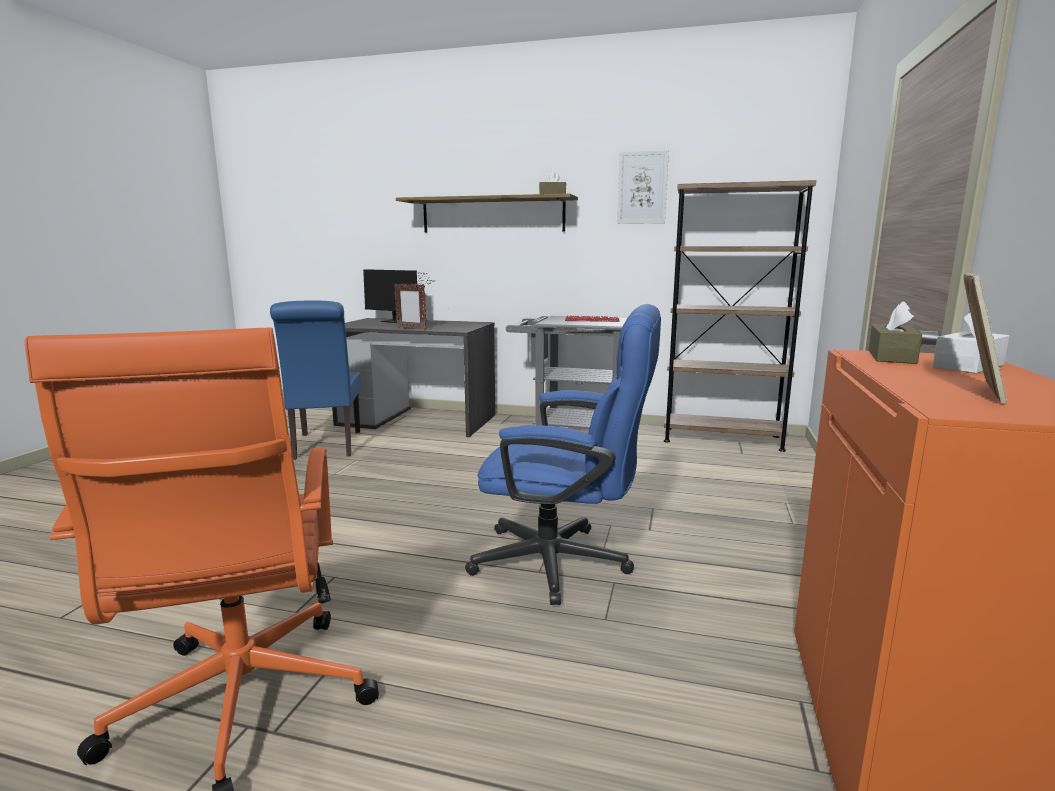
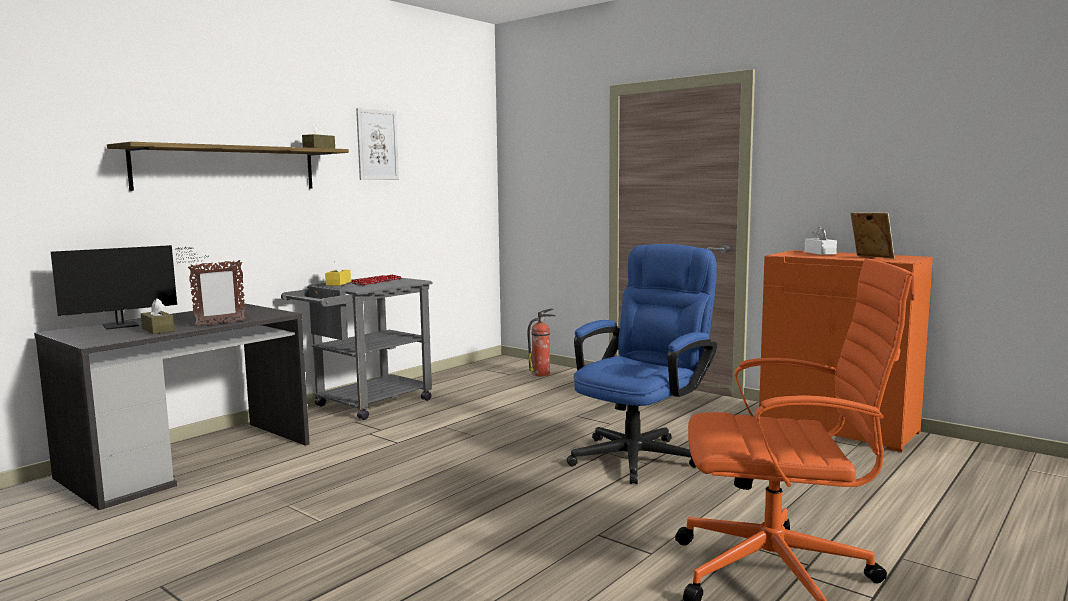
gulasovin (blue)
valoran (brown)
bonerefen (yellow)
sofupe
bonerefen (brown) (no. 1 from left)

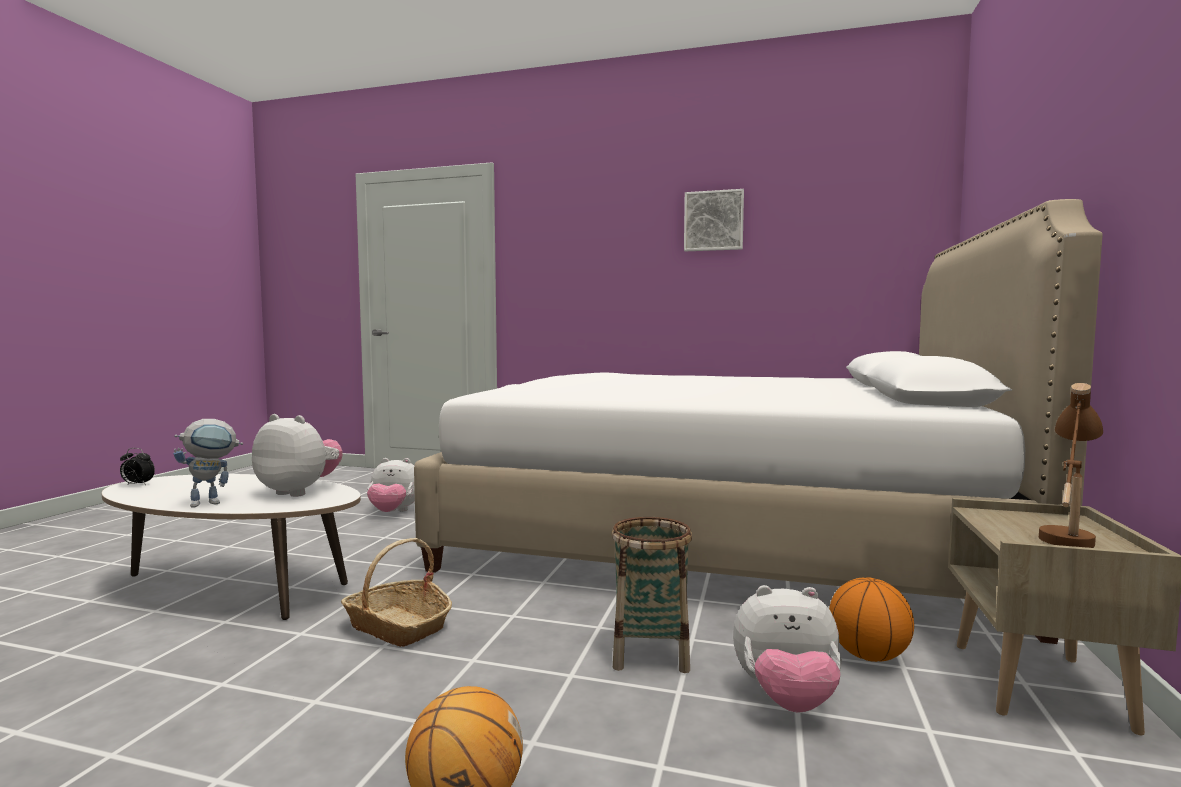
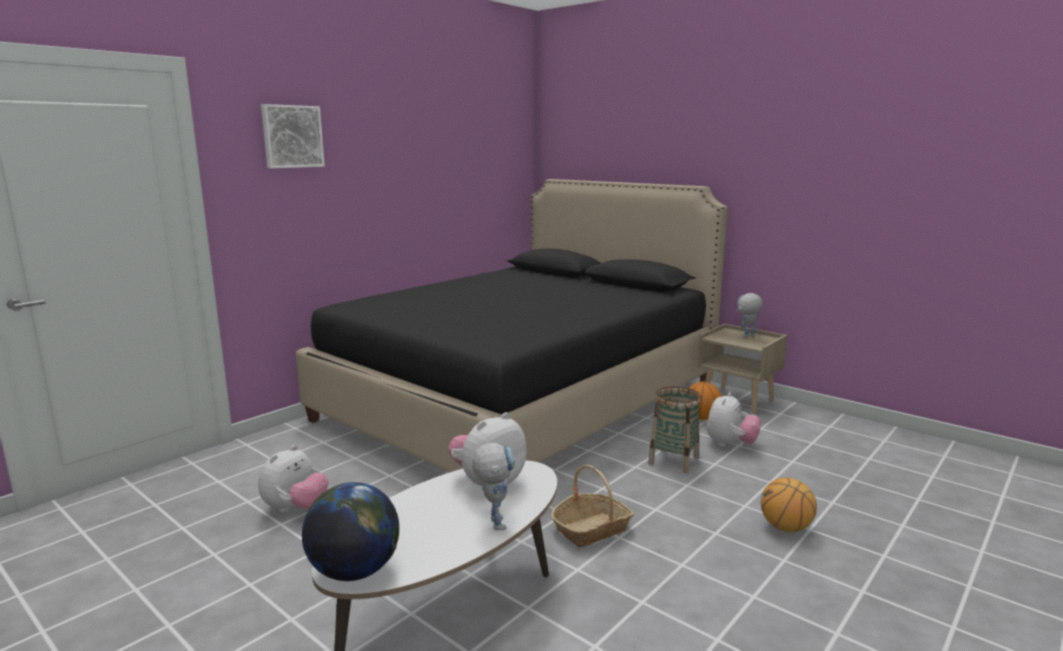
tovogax
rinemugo
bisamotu (no. 2 from left)
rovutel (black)

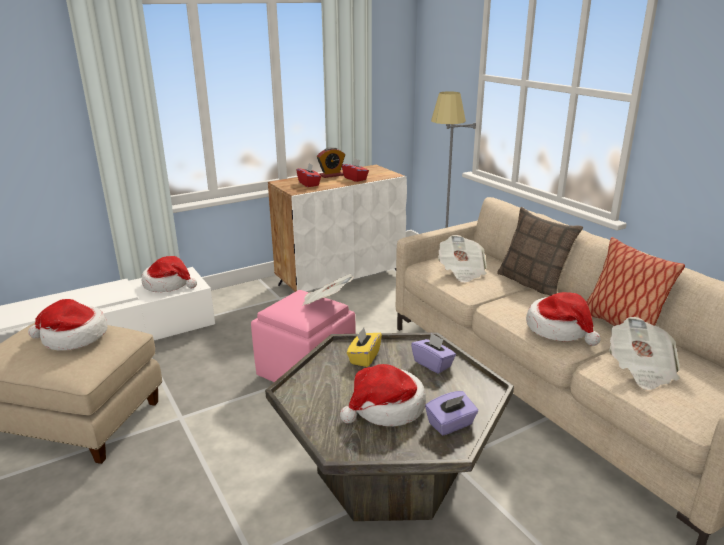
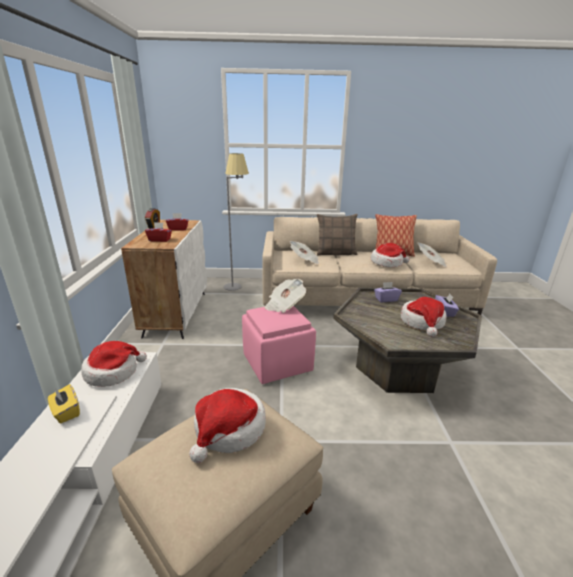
bonerefen (yellow)

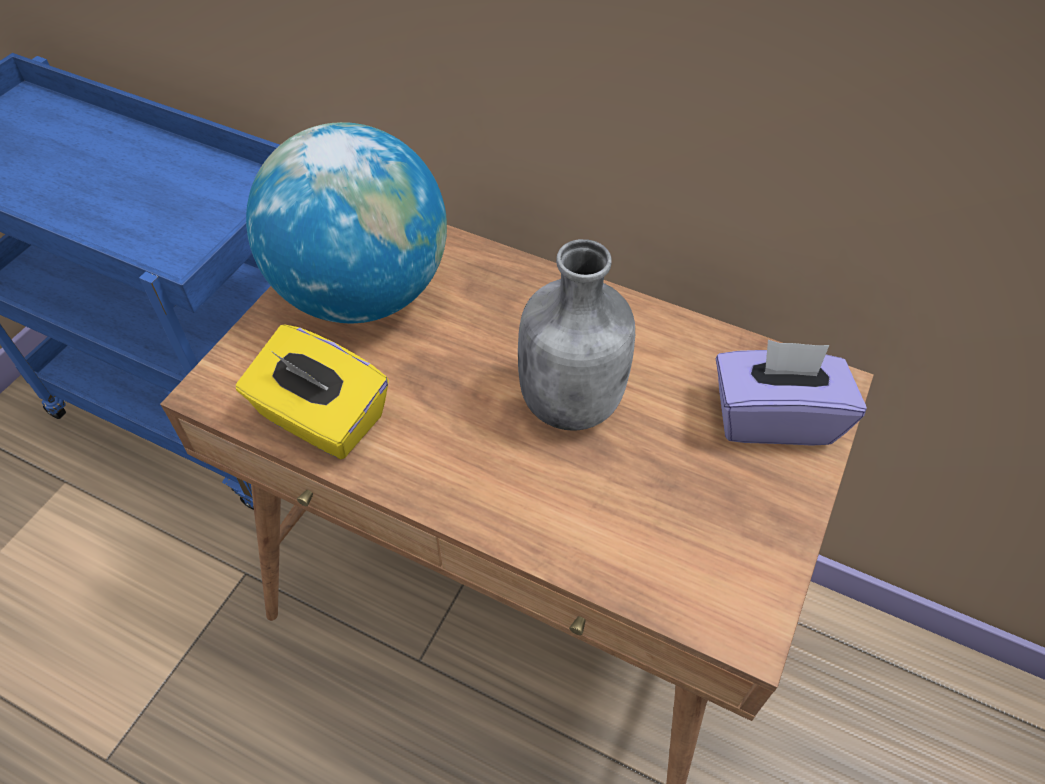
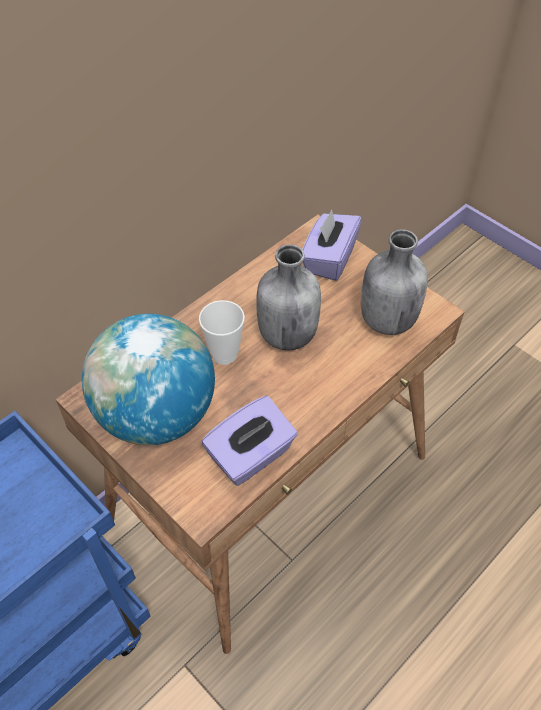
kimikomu
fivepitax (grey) (no. 2 from left)
bonerefen (purple) (no. 1 from left)

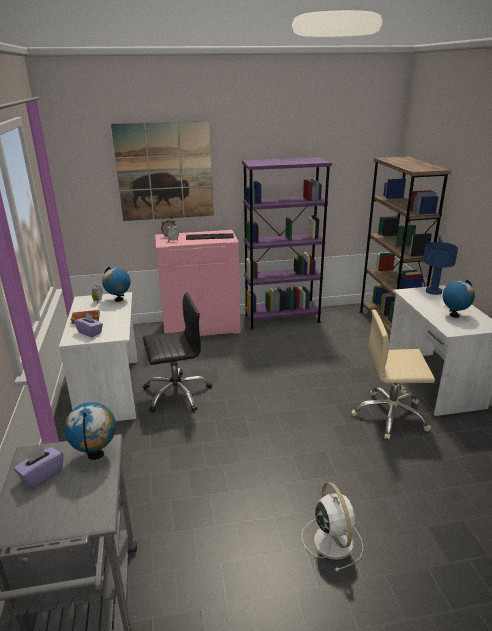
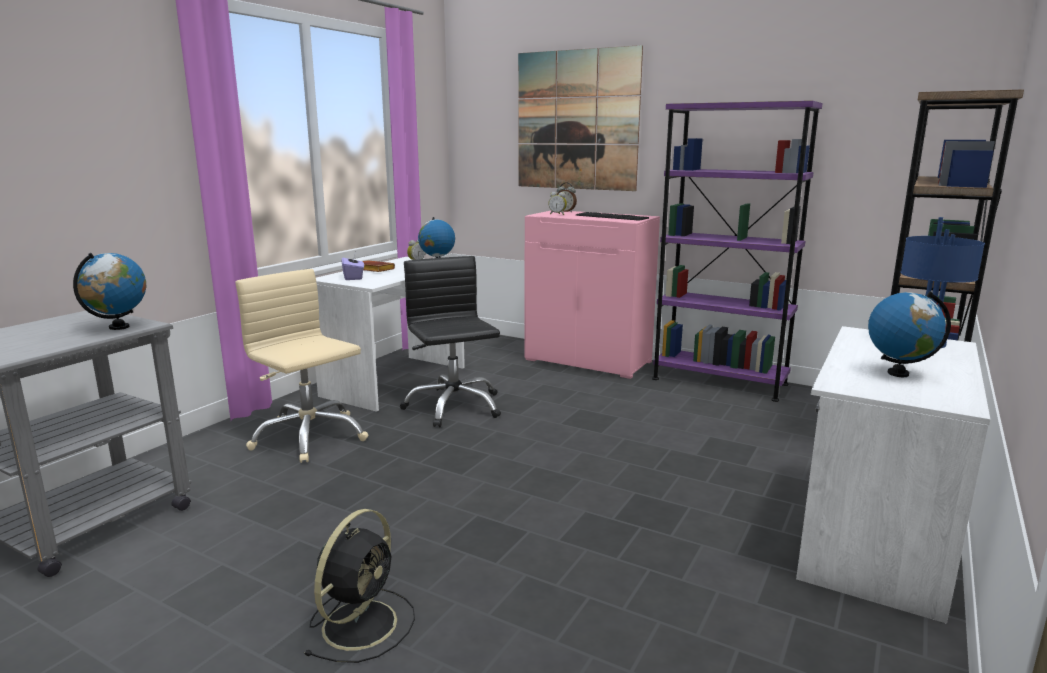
bonerefen (purple) (no. 1 from left in the first image)
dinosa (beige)
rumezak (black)
dinosa (black)

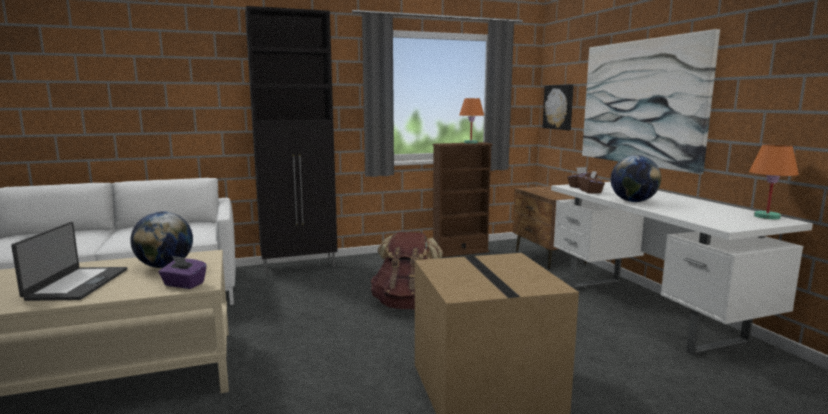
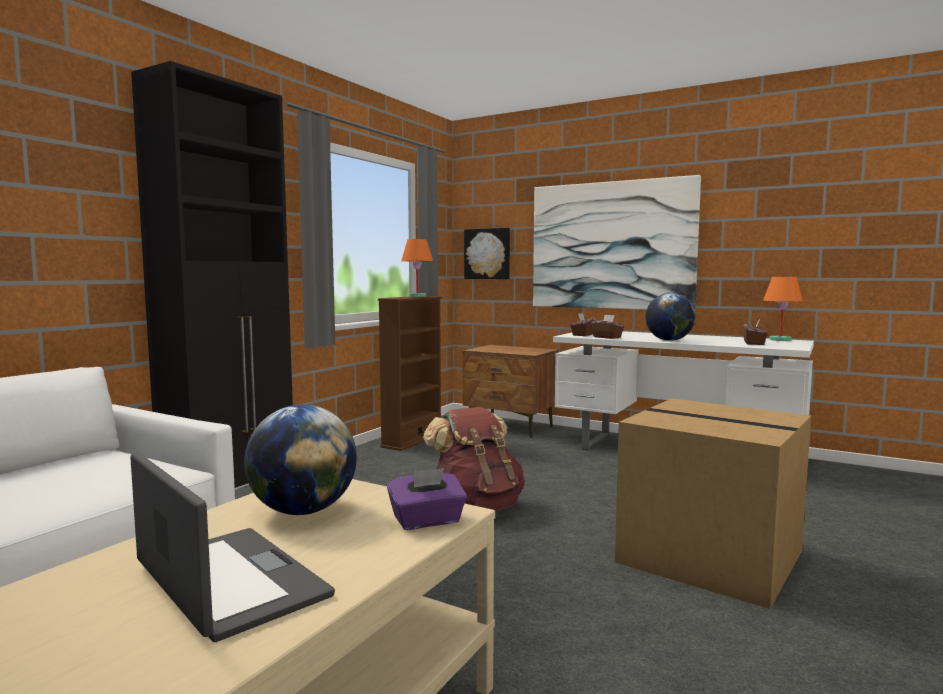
bonerefen (brown) (no. 3 from left)

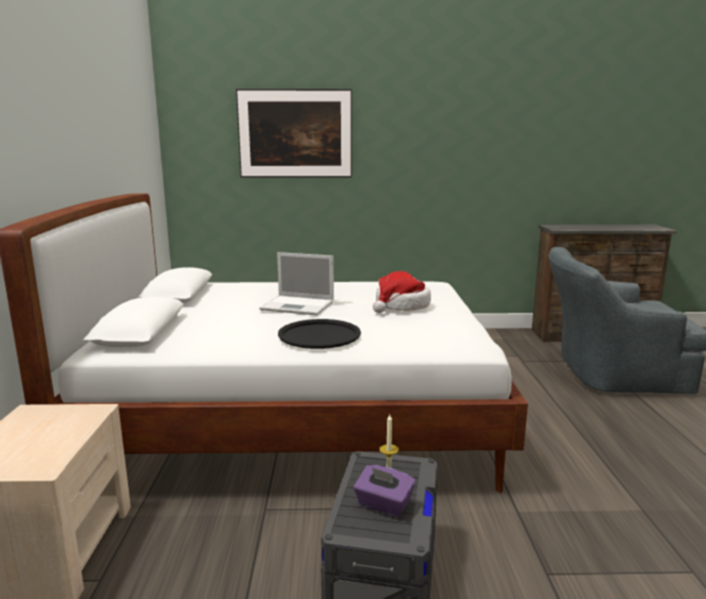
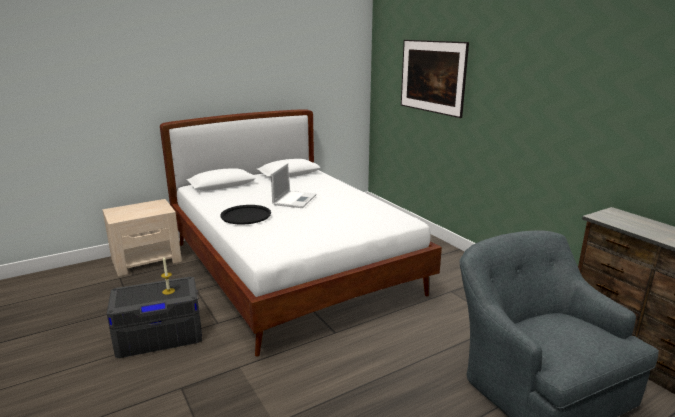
bonerefen (purple)
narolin
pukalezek

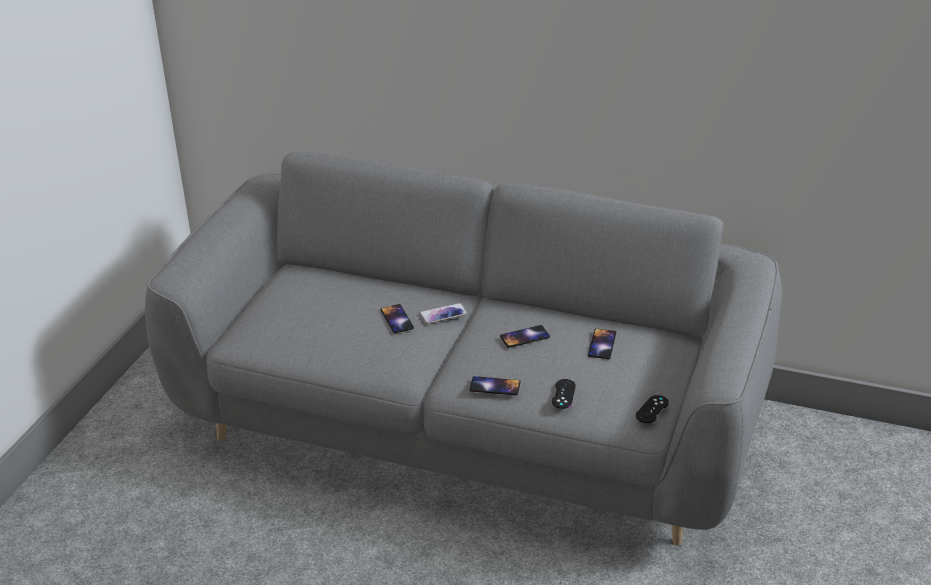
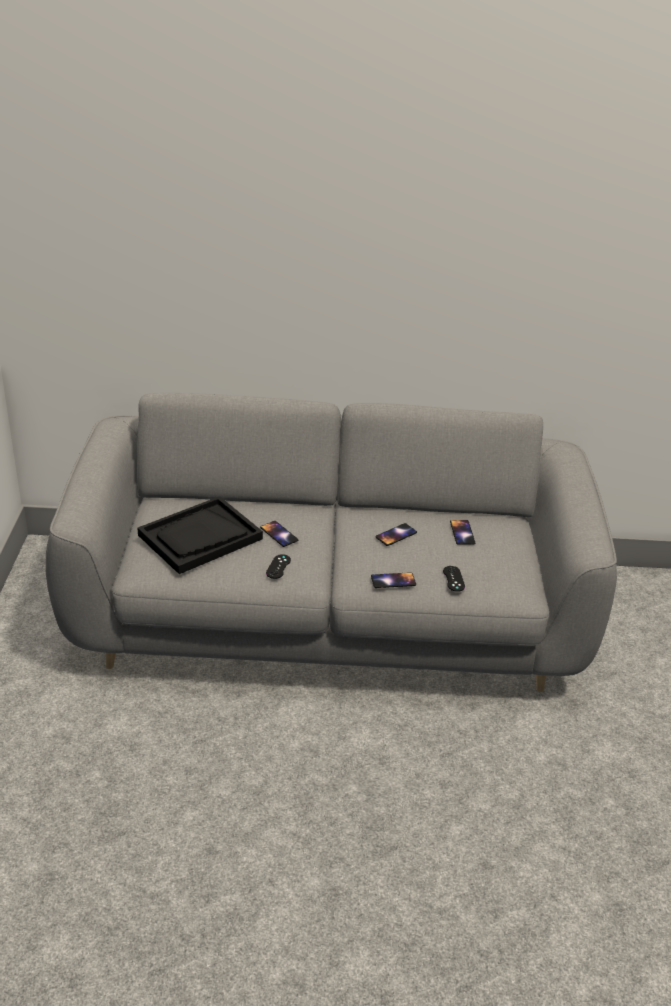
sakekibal (no. 2 from left in the first image)
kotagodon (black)
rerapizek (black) (no. 1 from left)

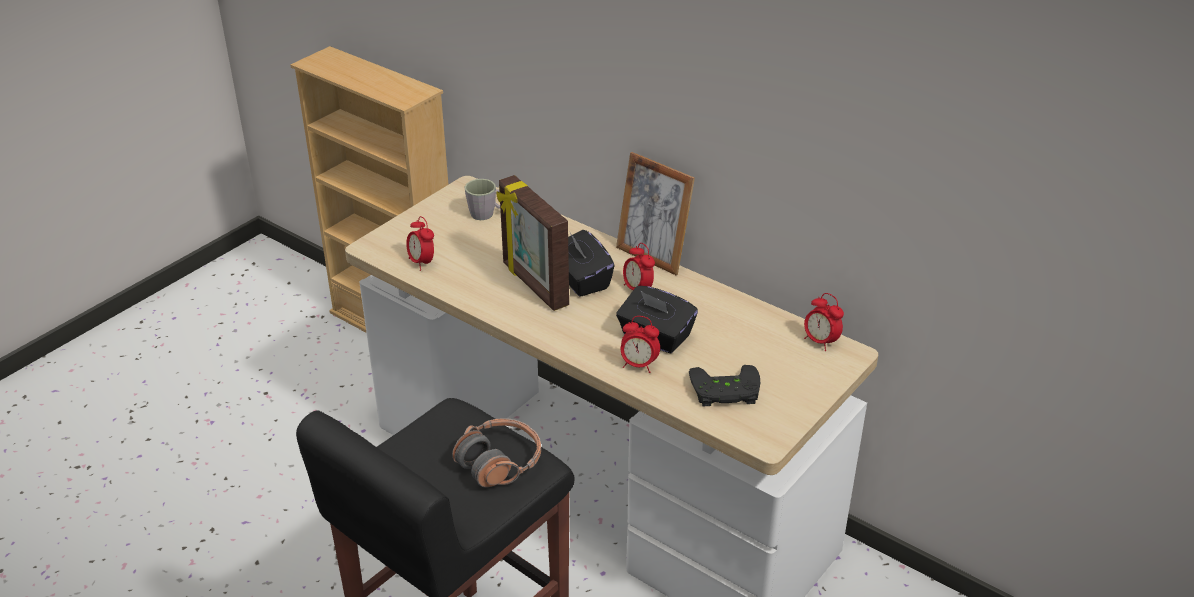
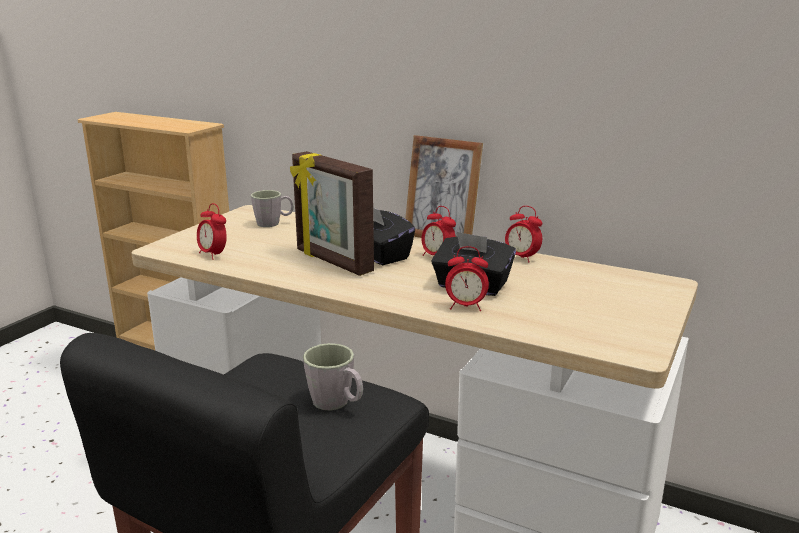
rerapizek (black)
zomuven (no. 4 from left)
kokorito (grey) (no. 2 from left)

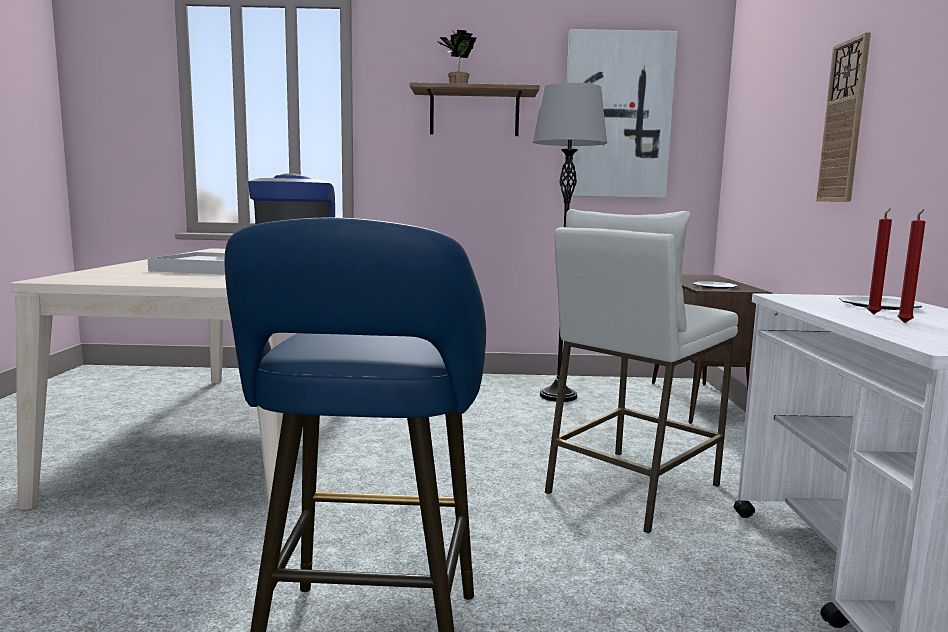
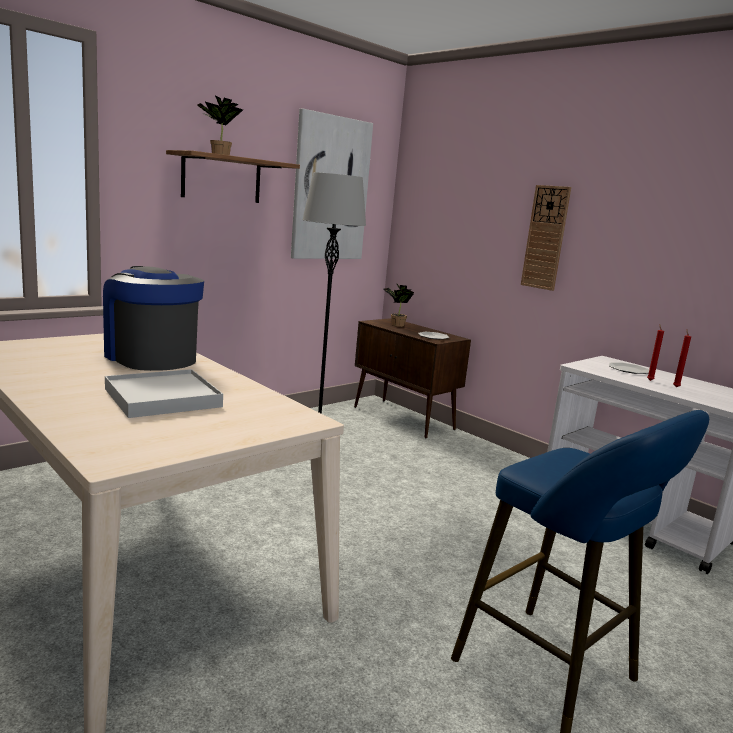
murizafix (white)
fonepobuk (no. 2 from left)

